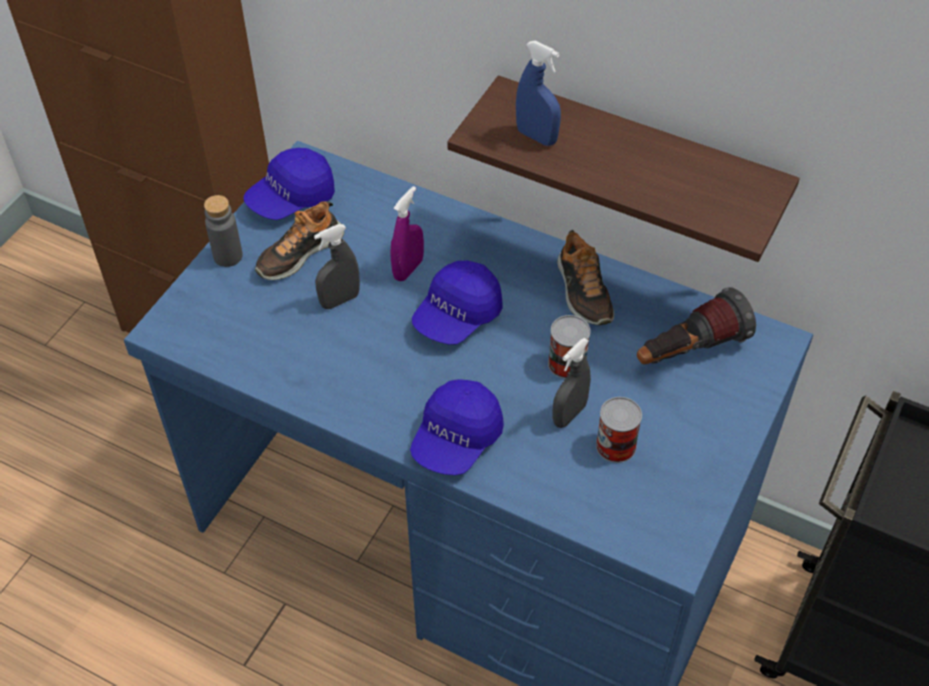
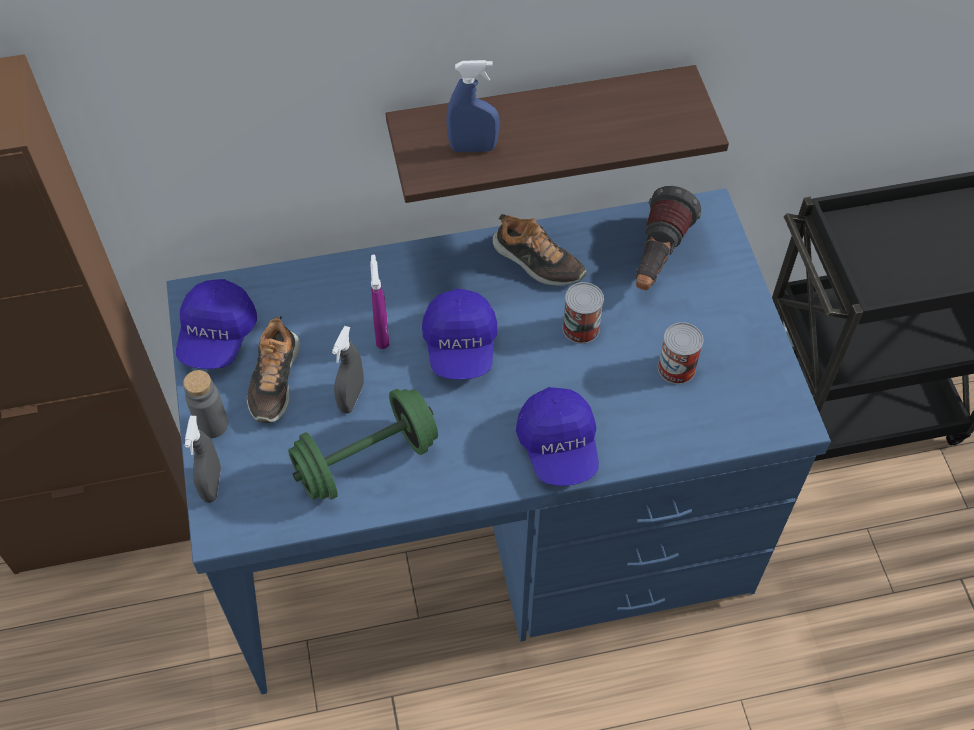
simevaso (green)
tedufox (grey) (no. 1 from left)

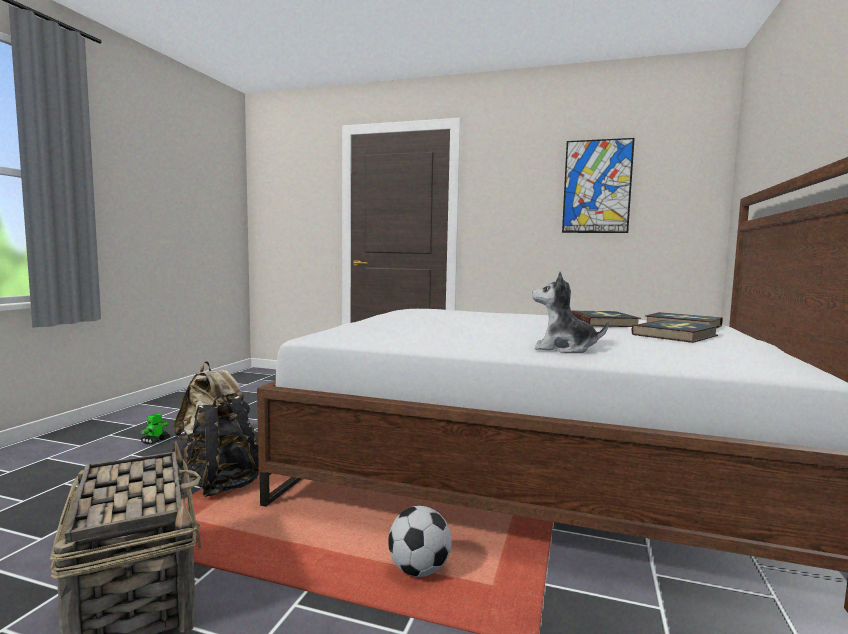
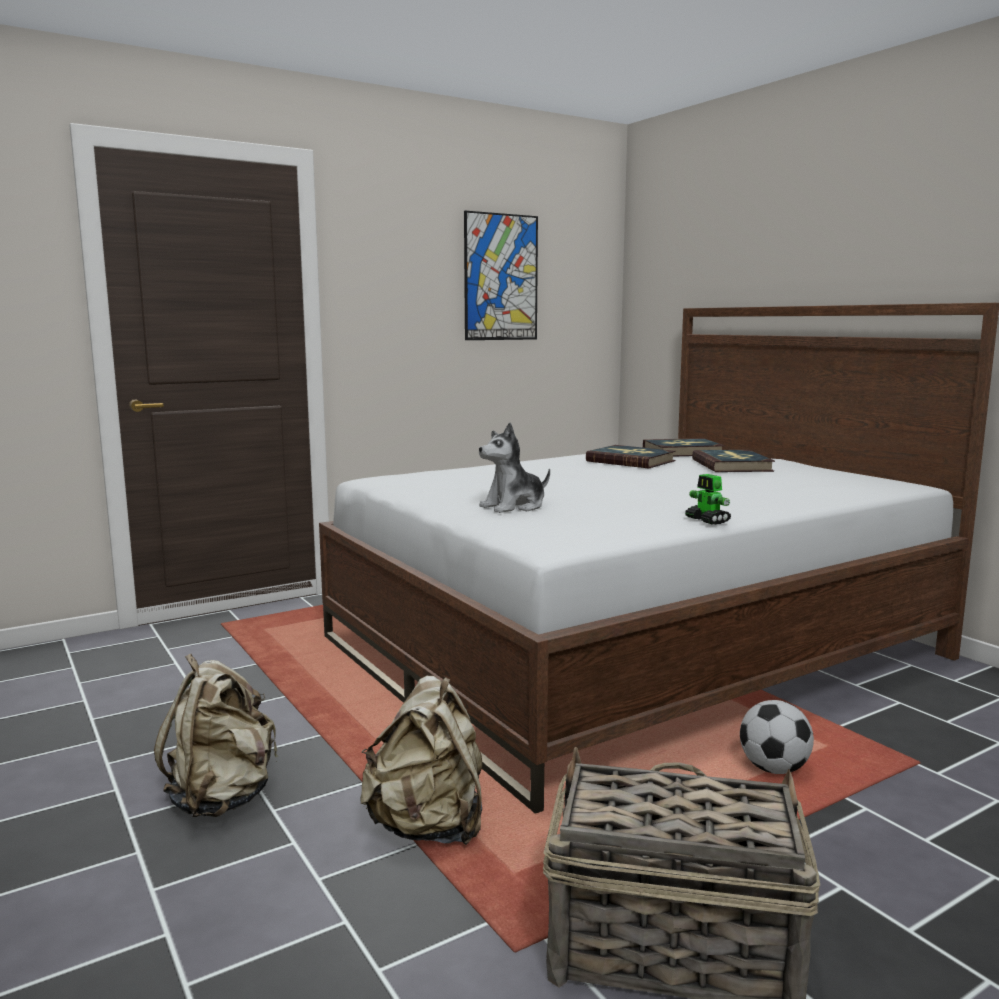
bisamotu
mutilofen
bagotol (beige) (no. 2 from left)

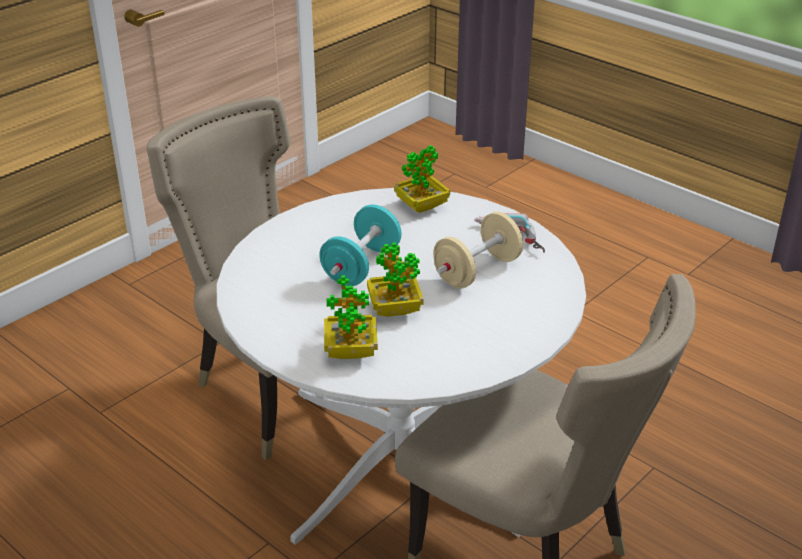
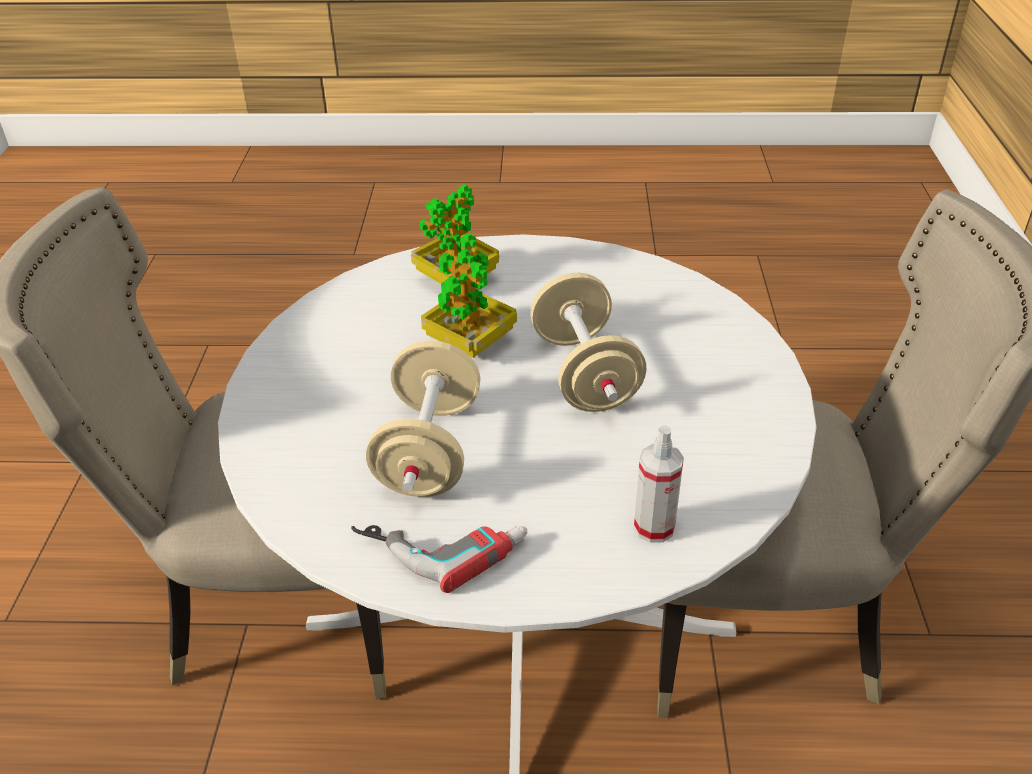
tedufox
simevaso (beige) (no. 2 from left)

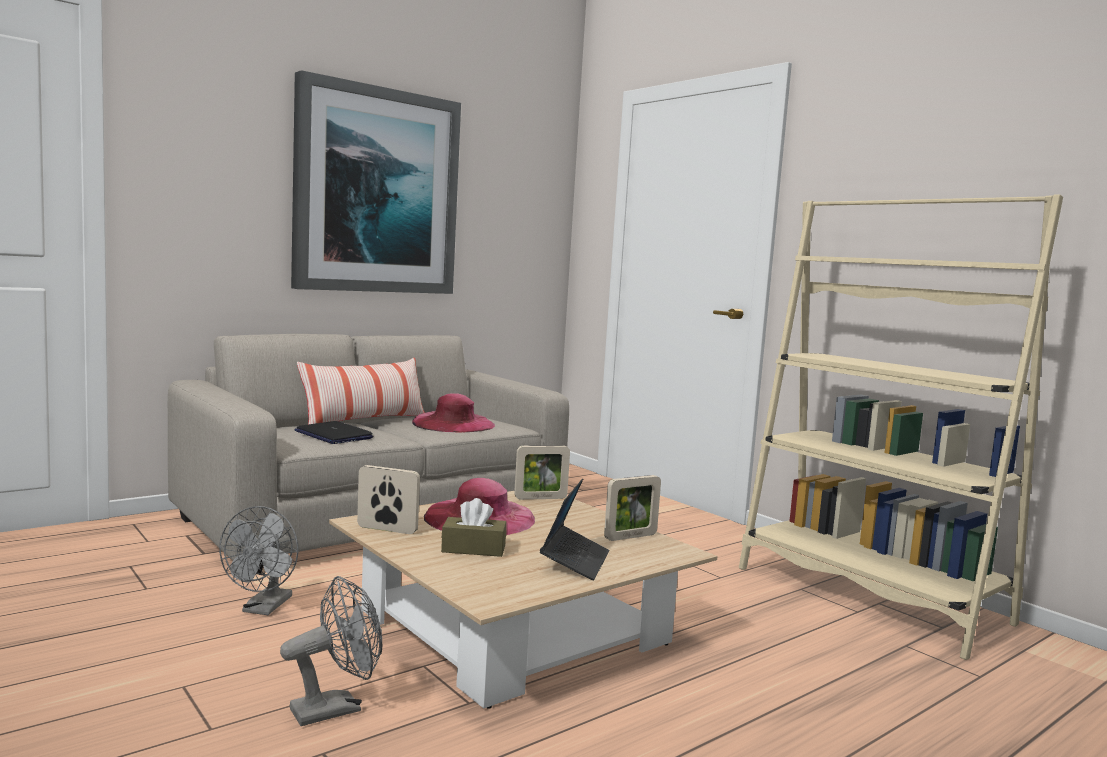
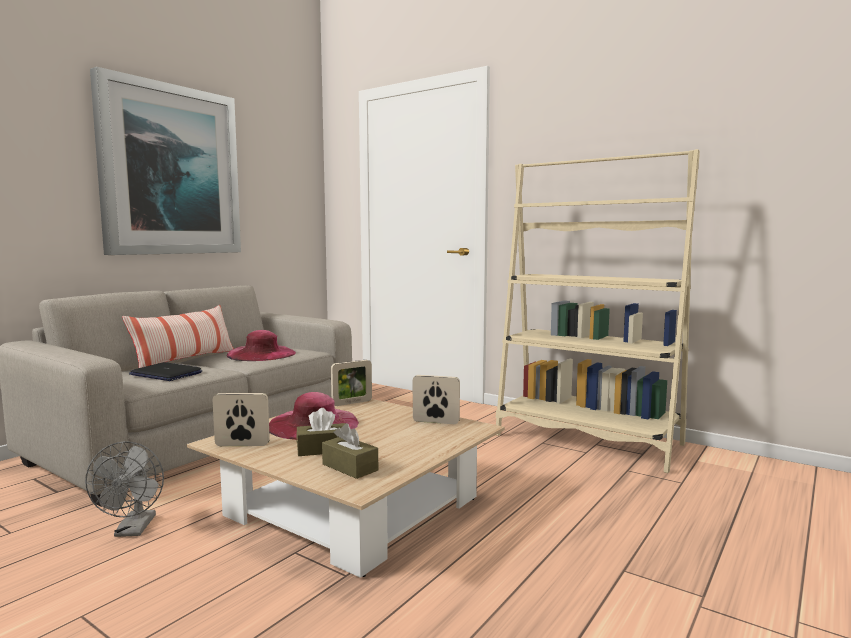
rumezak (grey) (no. 2 from left in the first image)
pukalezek (no. 2 from left in the first image)
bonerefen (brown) (no. 2 from left)
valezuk (no. 3 from left)

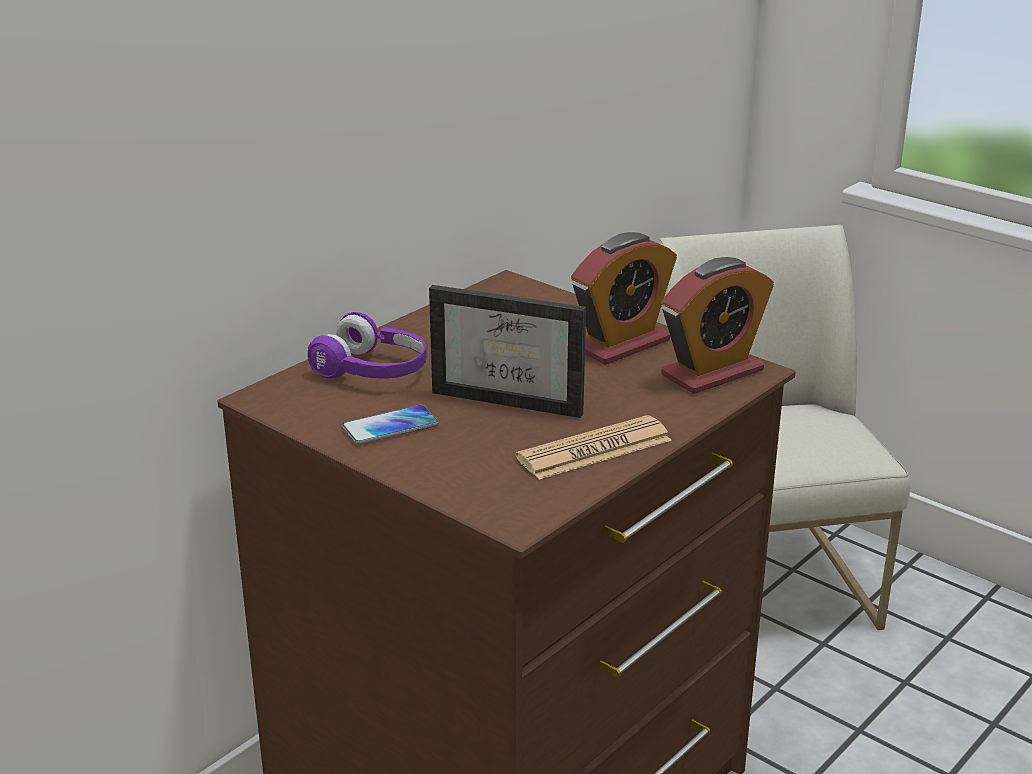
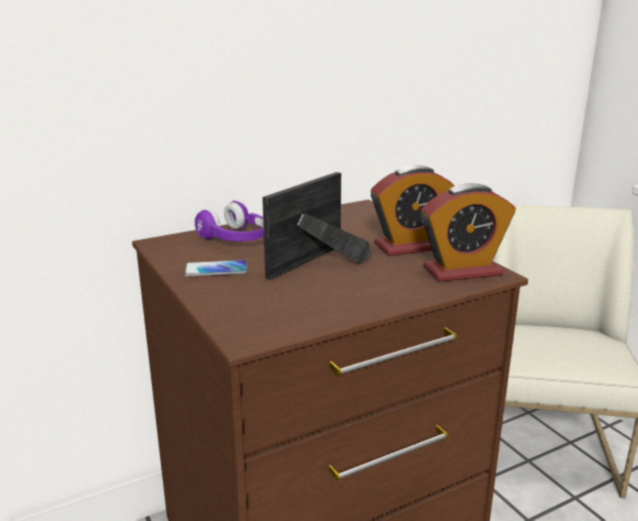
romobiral
valezuk

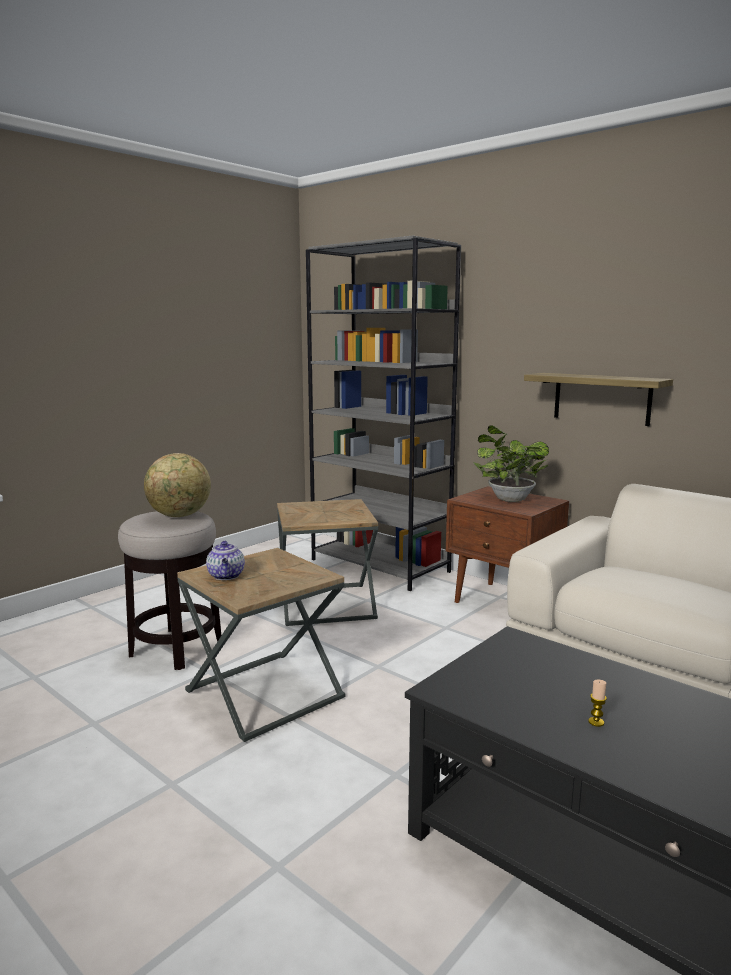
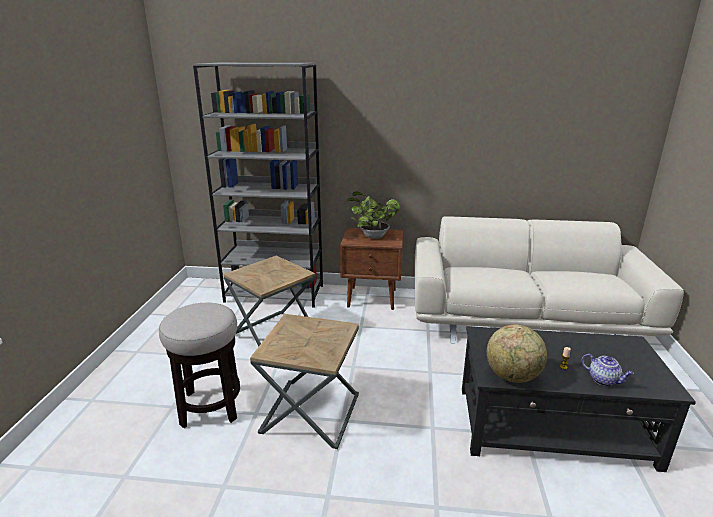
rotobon
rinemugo
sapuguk

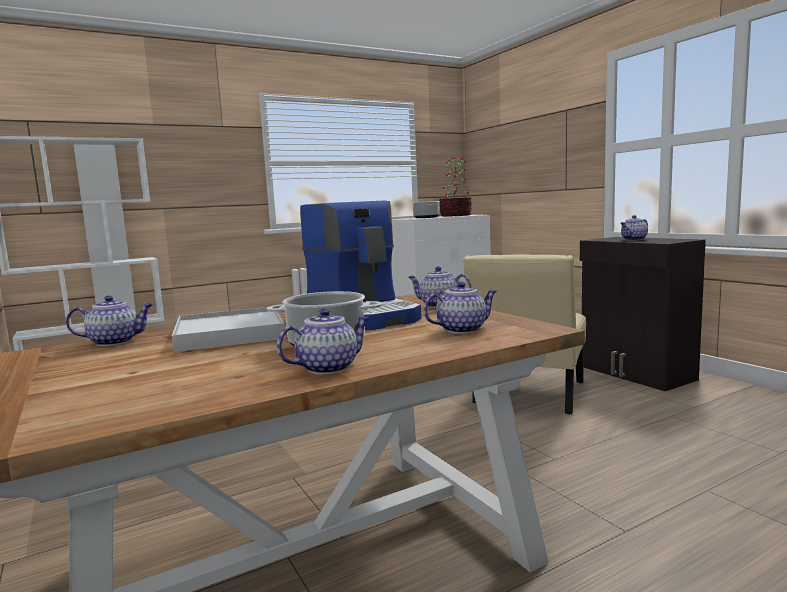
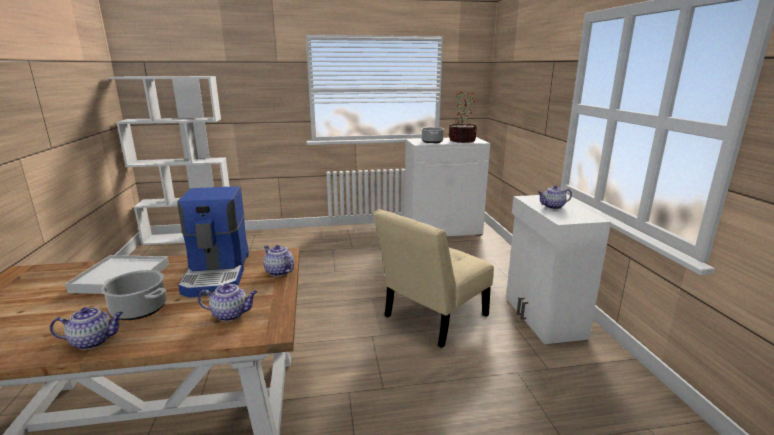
sapuguk (no. 1 from left in the first image)
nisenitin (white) (no. 2 from left)

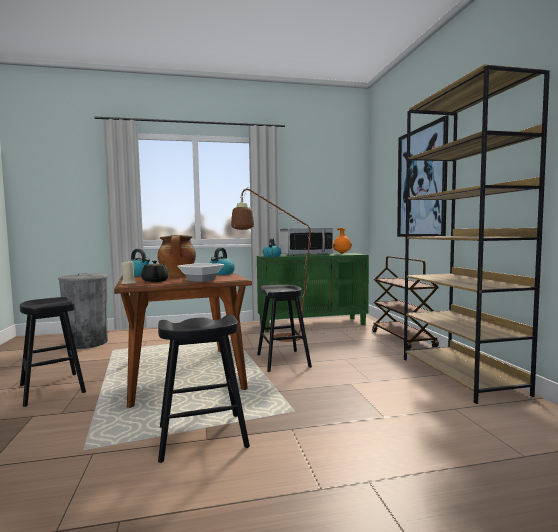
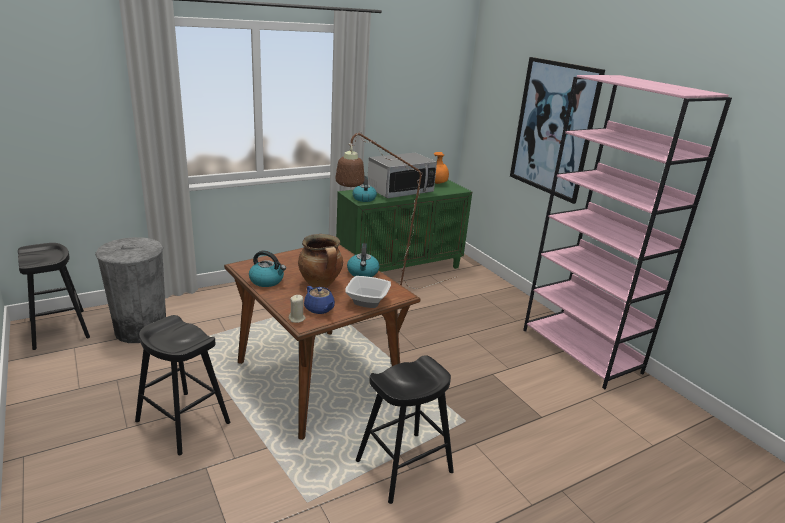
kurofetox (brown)
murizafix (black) (no. 1 from left)
sapuguk (blue)
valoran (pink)

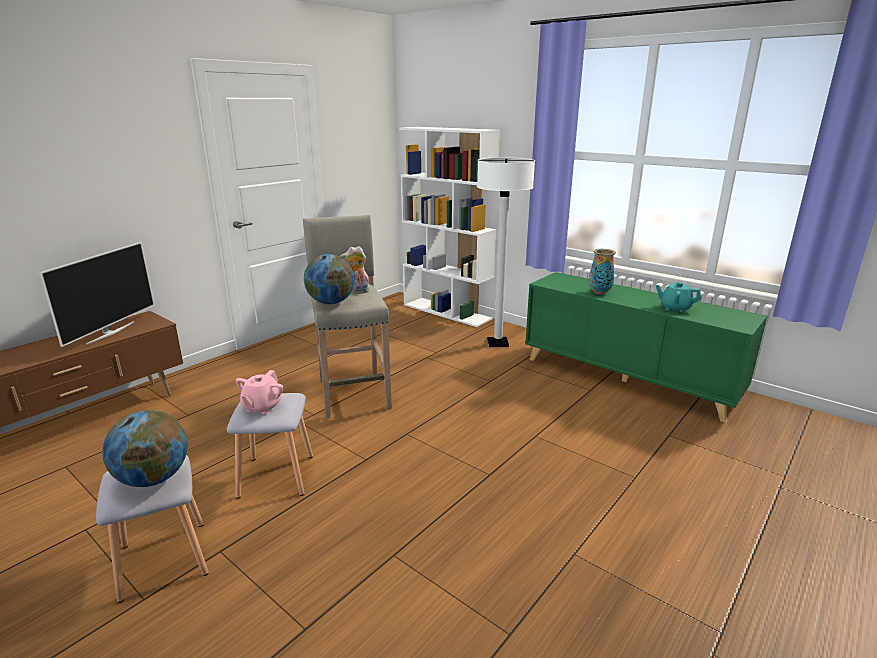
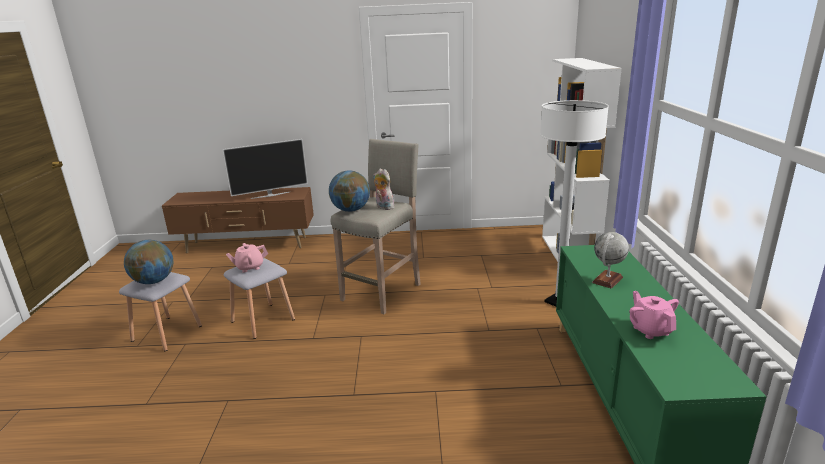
rinemugo (no. 3 from left)
sapuguk (pink) (no. 2 from left)

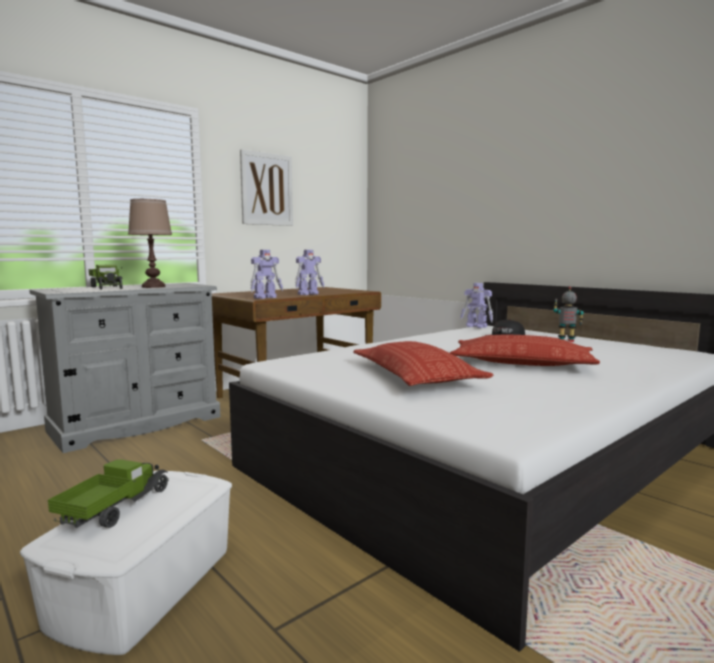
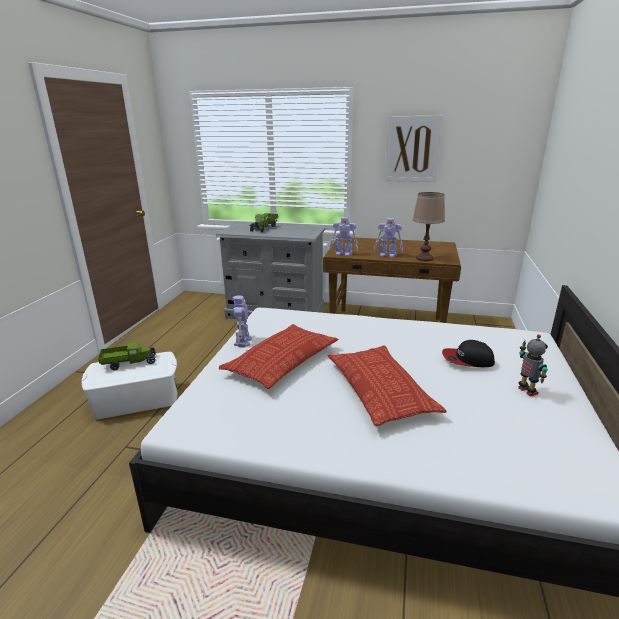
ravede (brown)
bisamotu (no. 1 from left)

